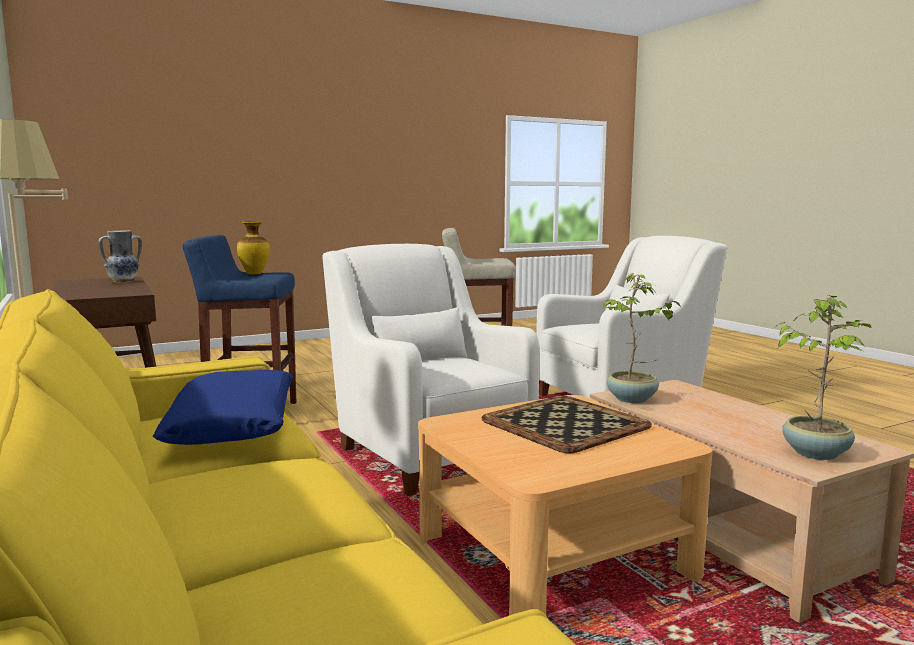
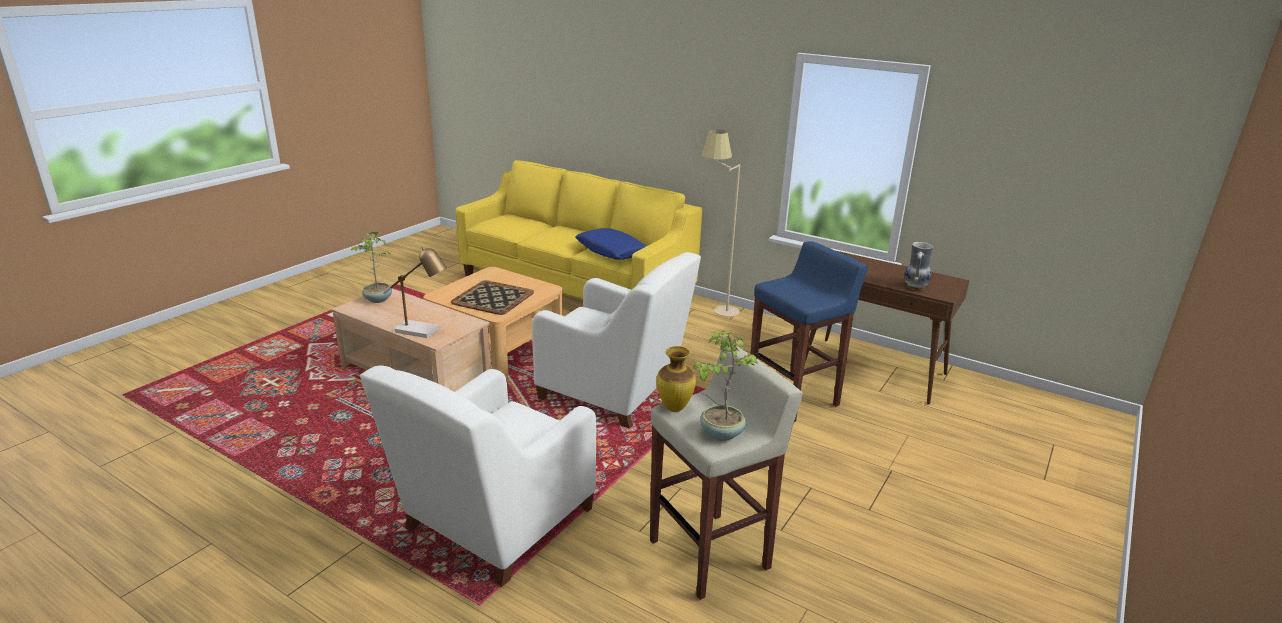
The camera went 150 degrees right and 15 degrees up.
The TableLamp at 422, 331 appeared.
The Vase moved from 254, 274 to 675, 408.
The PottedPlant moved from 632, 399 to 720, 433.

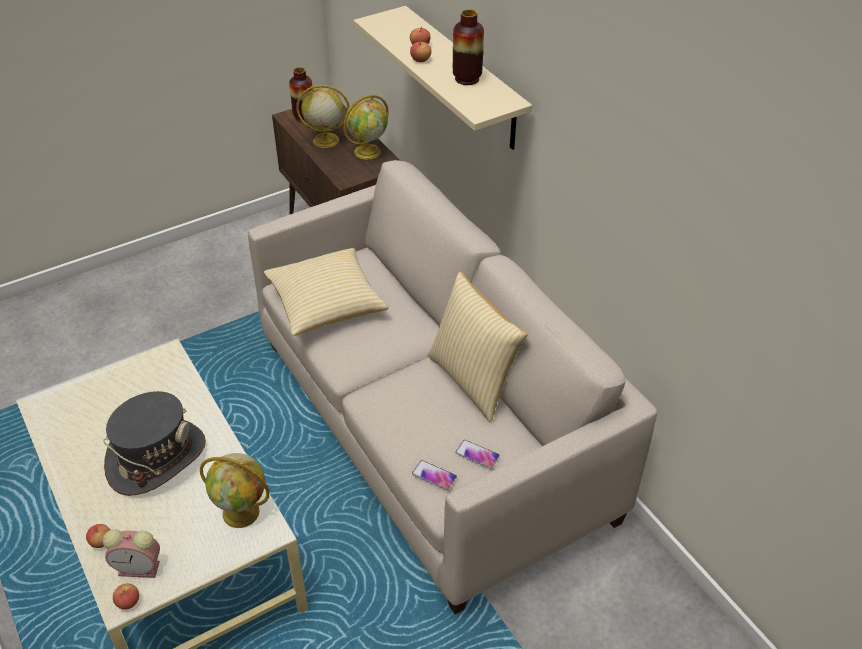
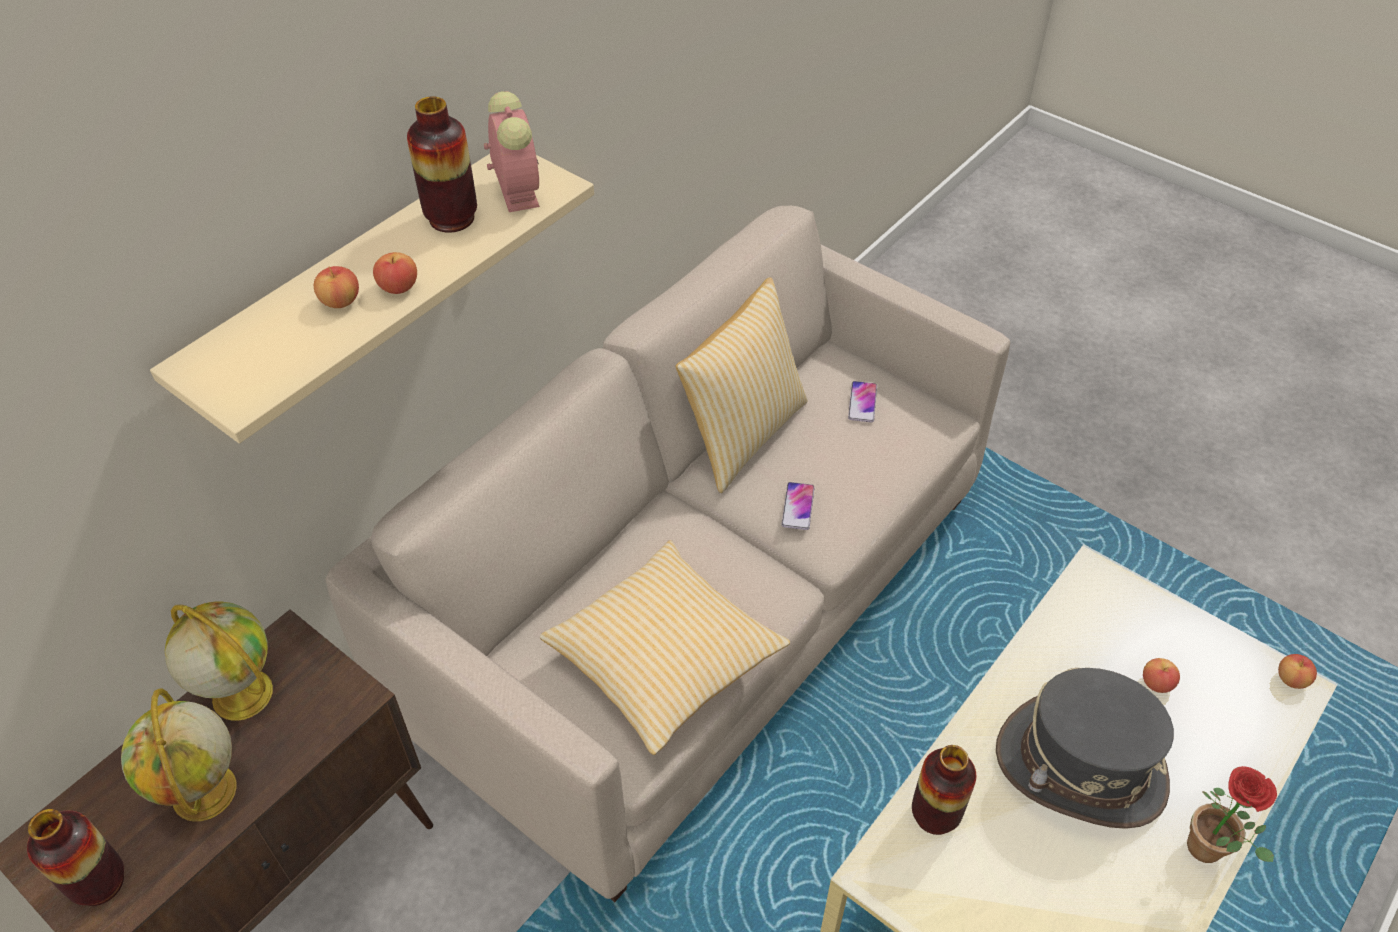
The camera went 110 degrees left and 5 degrees up.
The AlarmClock moved from 140, 568 to 516, 190.
The Phone moved from 434, 475 to 798, 506.
The Vase at 935, 815 appeared.
The Apple moved from 101, 542 to 1156, 683.
The PottedPlant at 1211, 853 appeared.
The Globe at 242, 512 disappeared.

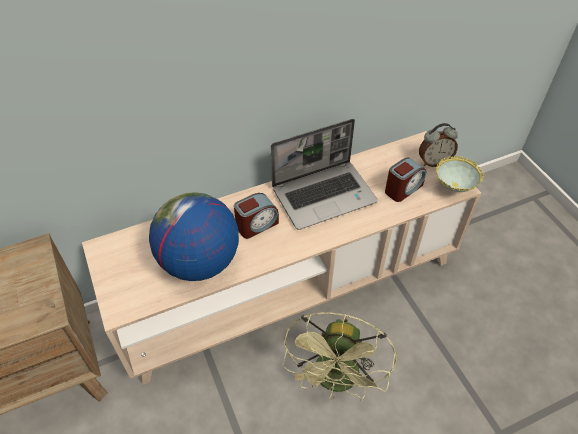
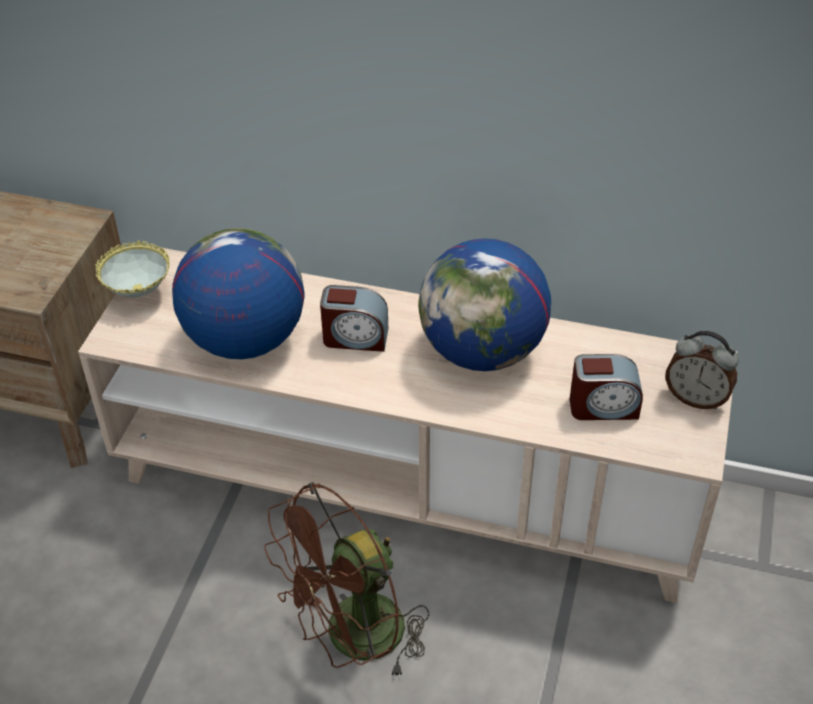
The camera went 40 degrees right and 5 degrees down.
The Bowl moved from 453, 189 to 139, 294.
The GreenFan at 336, 381 became the BrownFan at 353, 640.
The Laptop at 324, 194 was replaced by the Globe at 482, 351.

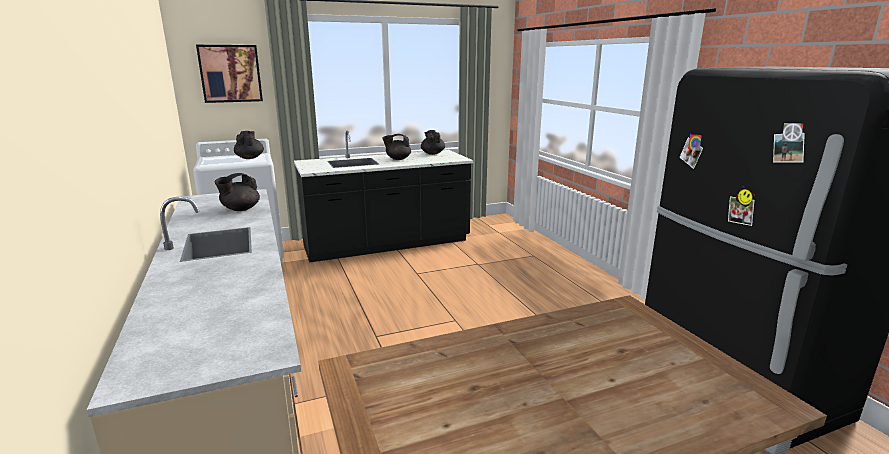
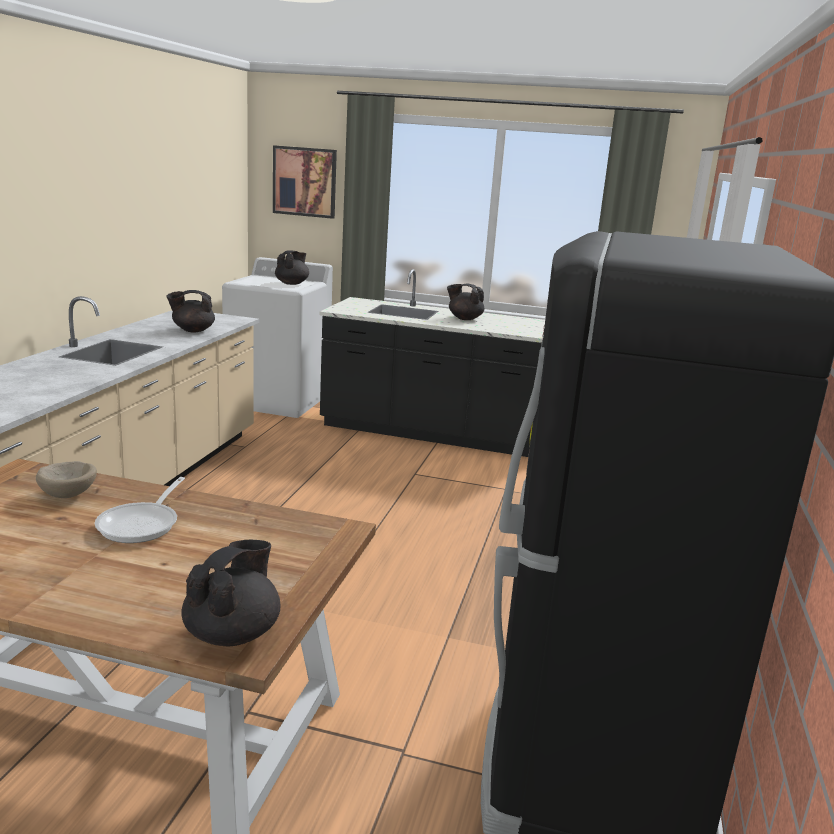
The camera went 35 degrees right and 0 degrees up.
The BeigeBowl at 69, 494 appeared.
The FryingPan at 142, 524 appeared.
The BlackTeapot moved from 432, 153 to 233, 633.

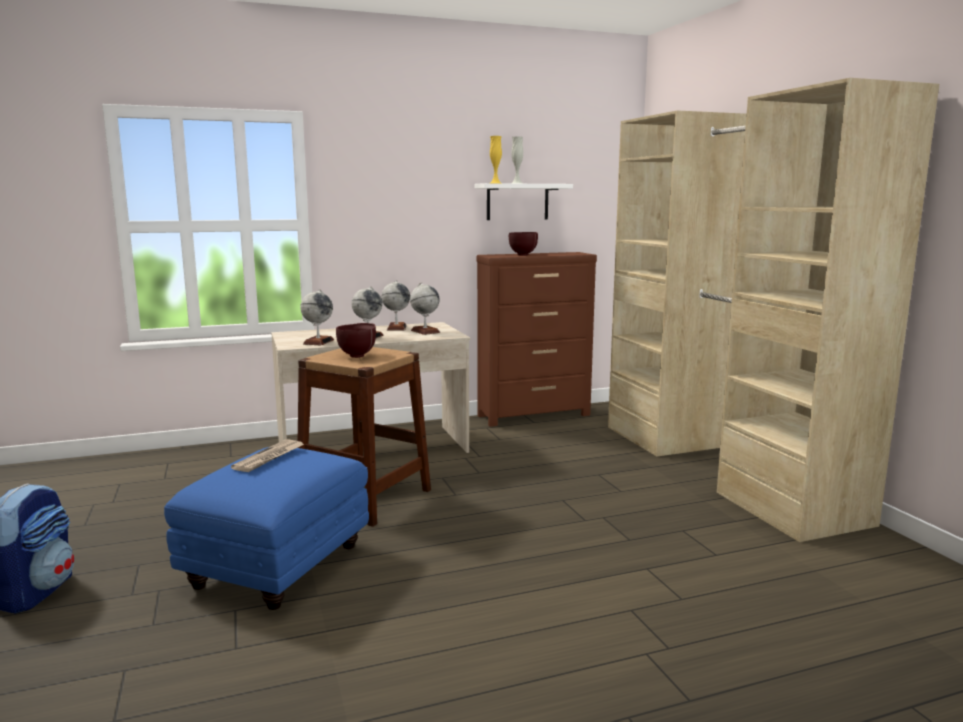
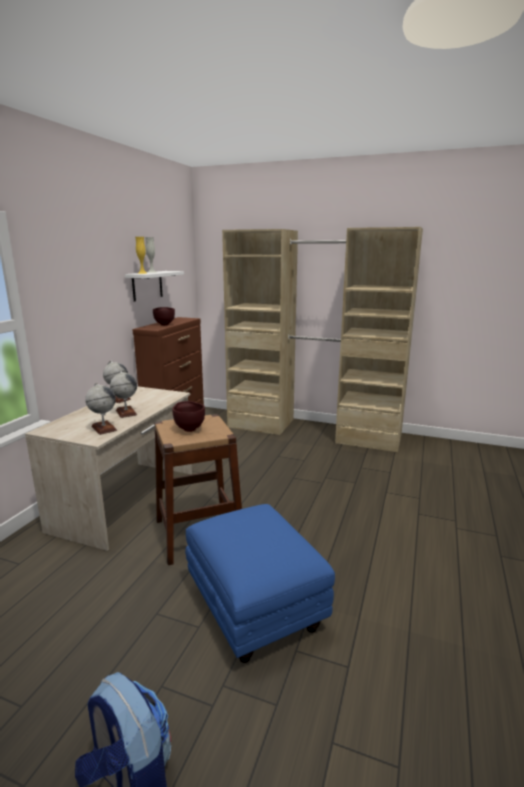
The camera went 50 degrees left and 5 degrees up.
The Newspaper at 269, 458 disappeared.
The Globe at 425, 331 disappeared.

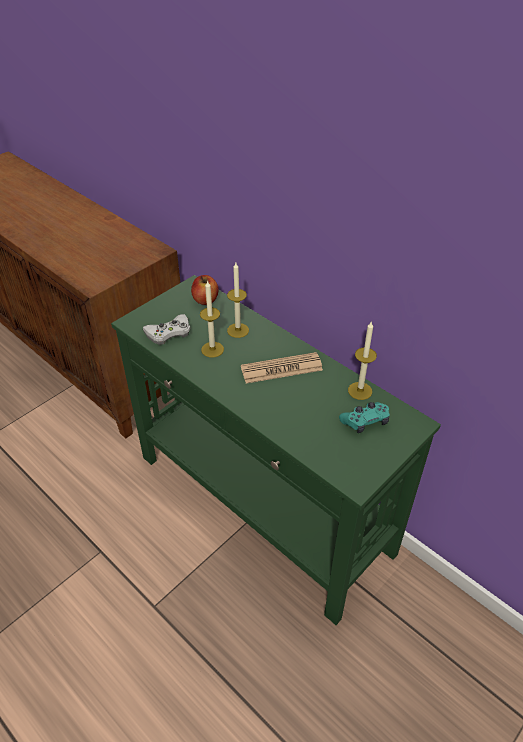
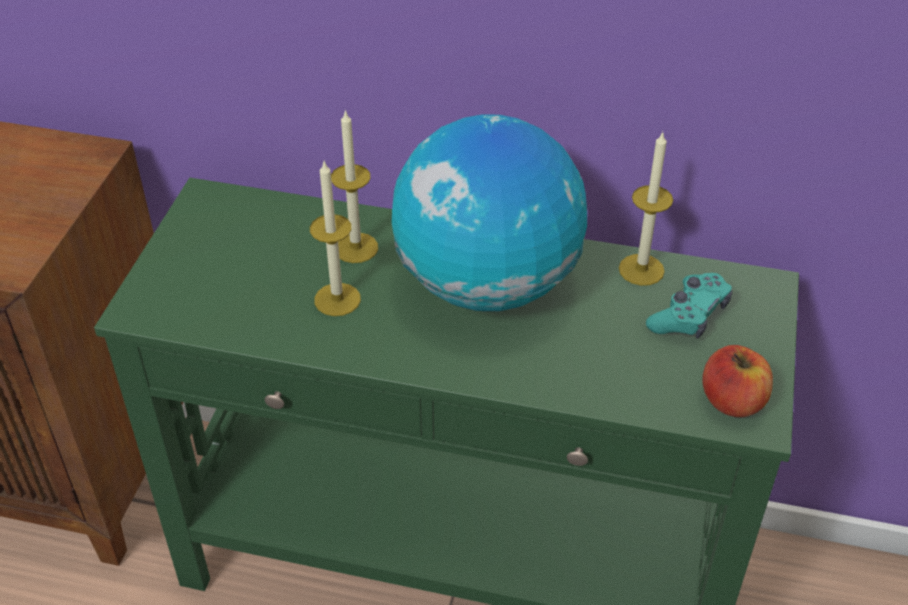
The camera went 30 degrees left and 0 degrees up.
The Newspaper at 281, 369 was replaced by the Globe at 486, 284.
The Apple moved from 205, 300 to 732, 401.
The WhiteGameController at 169, 333 disappeared.

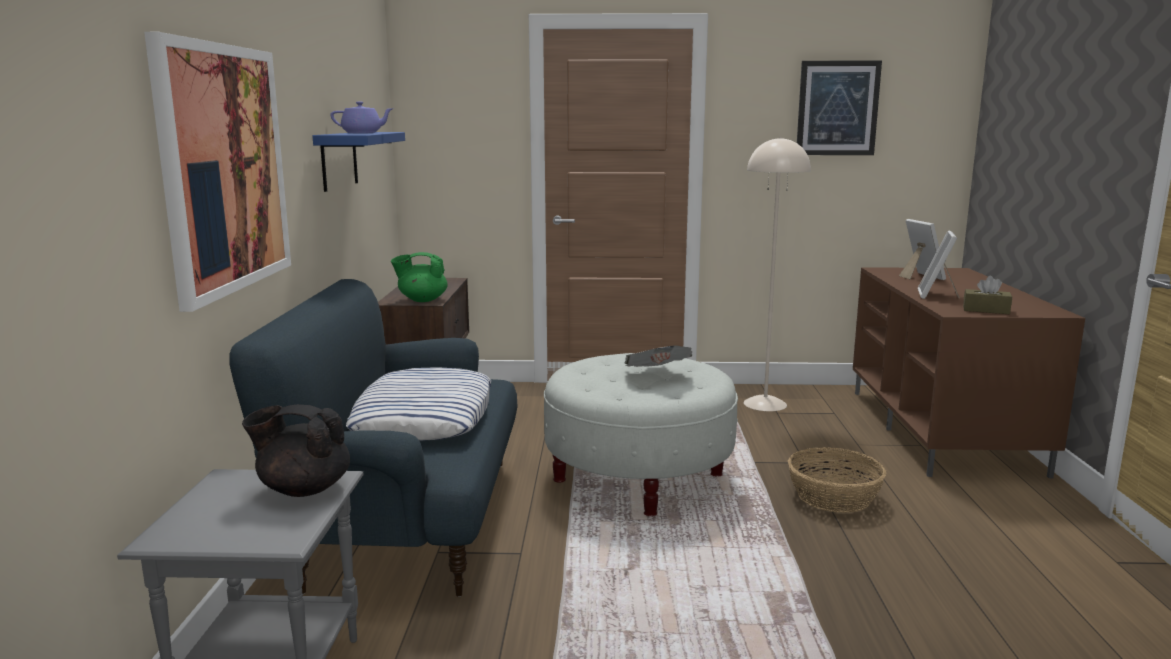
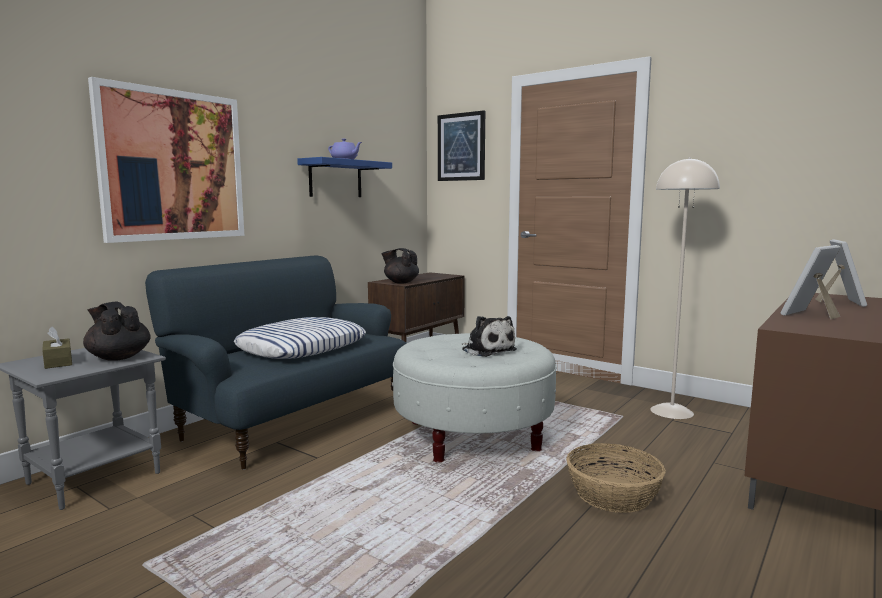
The camera went 35 degrees right and 5 degrees down.
The BrownTissueBox moved from 986, 310 to 58, 362.
The GreenTeapot at 422, 300 became the BlackTeapot at 400, 282.
The Picture moved from 837, 108 to 461, 147.
The Newspaper at 657, 376 was replaced by the PlushToy at 487, 350.

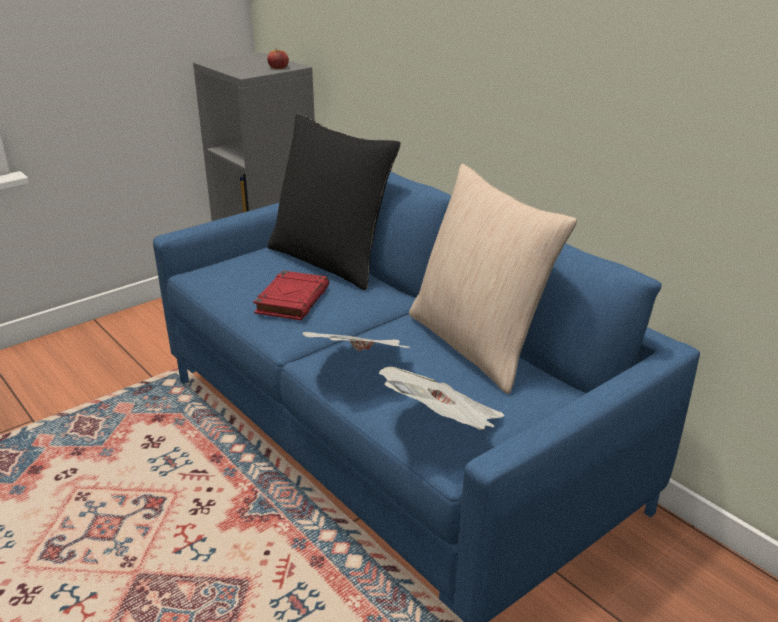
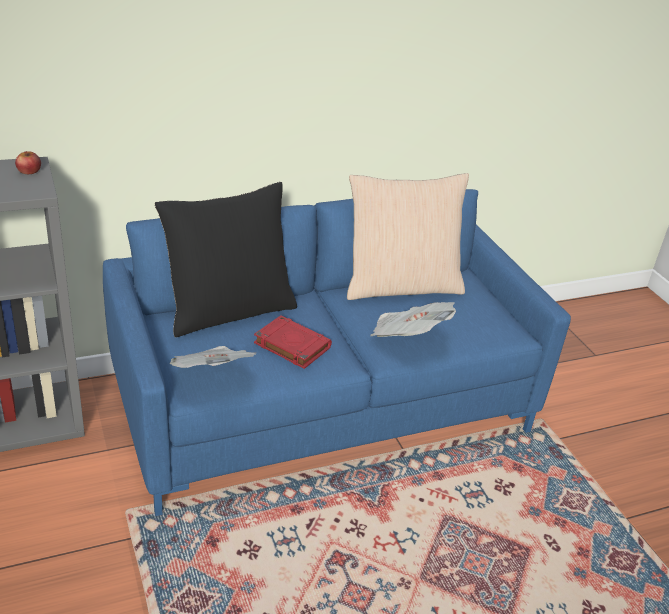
The camera went 75 degrees left and 5 degrees up.
The Newspaper moved from 443, 425 to 212, 375.

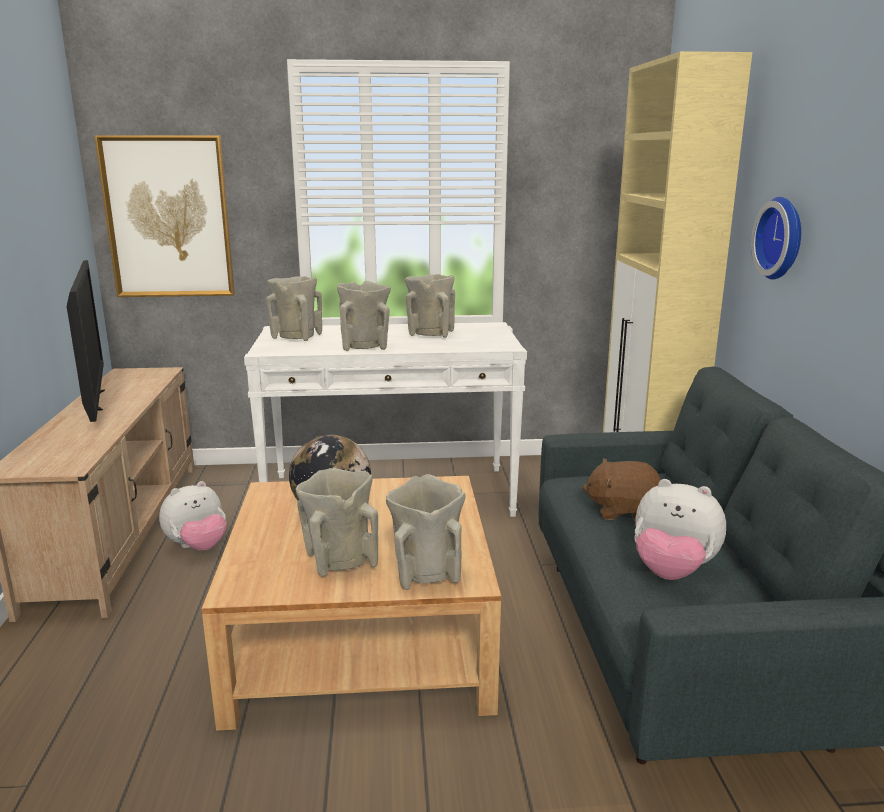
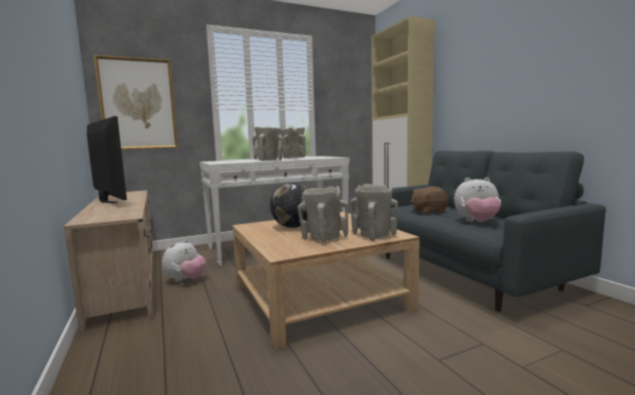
The camera went 20 degrees left and 10 degrees down.
The BeigeVase at 296, 337 disappeared.
The WallClock at 783, 238 disappeared.

